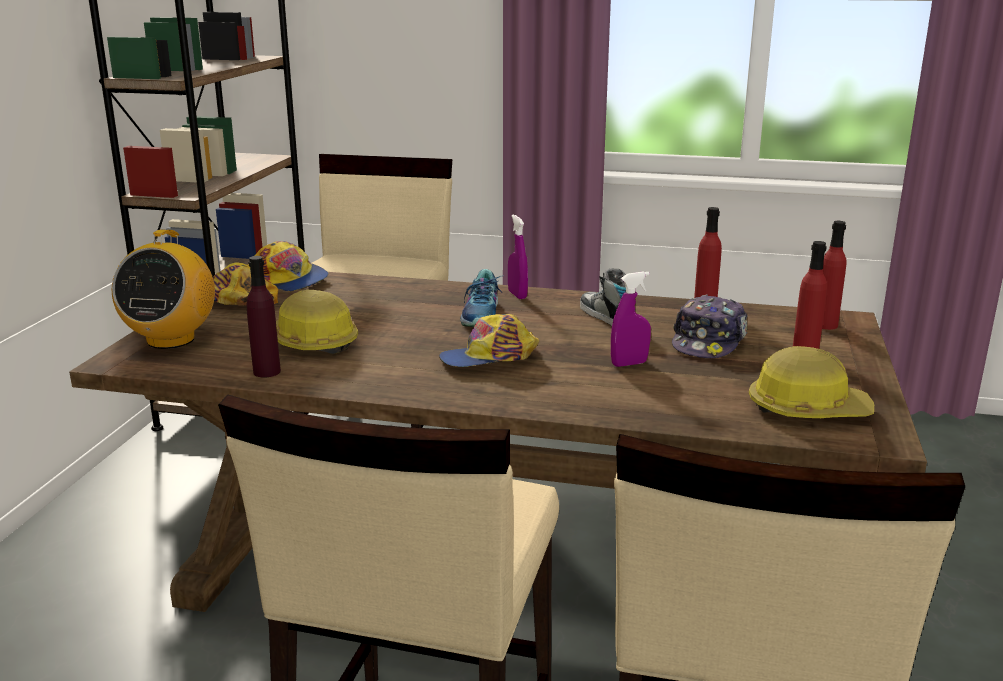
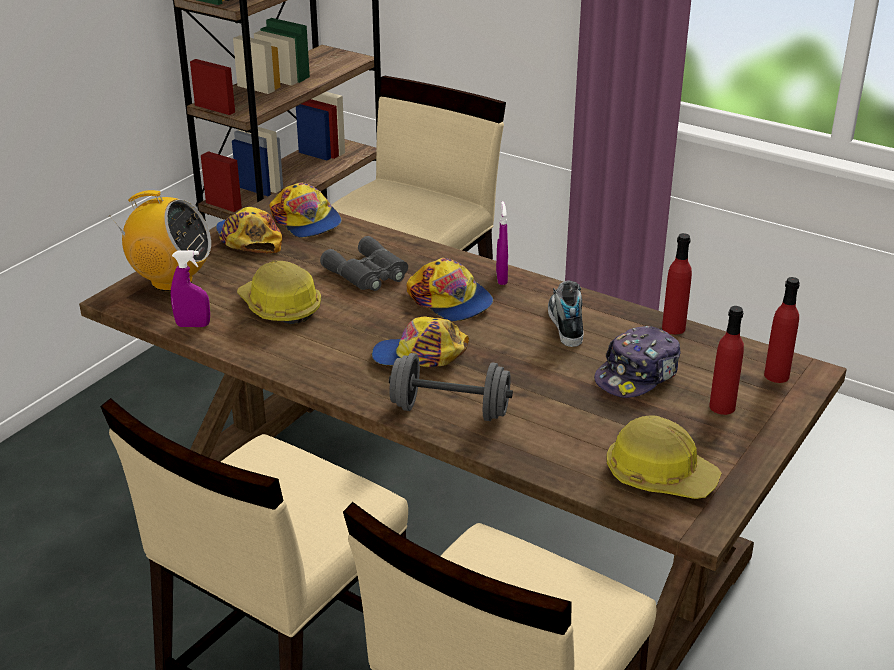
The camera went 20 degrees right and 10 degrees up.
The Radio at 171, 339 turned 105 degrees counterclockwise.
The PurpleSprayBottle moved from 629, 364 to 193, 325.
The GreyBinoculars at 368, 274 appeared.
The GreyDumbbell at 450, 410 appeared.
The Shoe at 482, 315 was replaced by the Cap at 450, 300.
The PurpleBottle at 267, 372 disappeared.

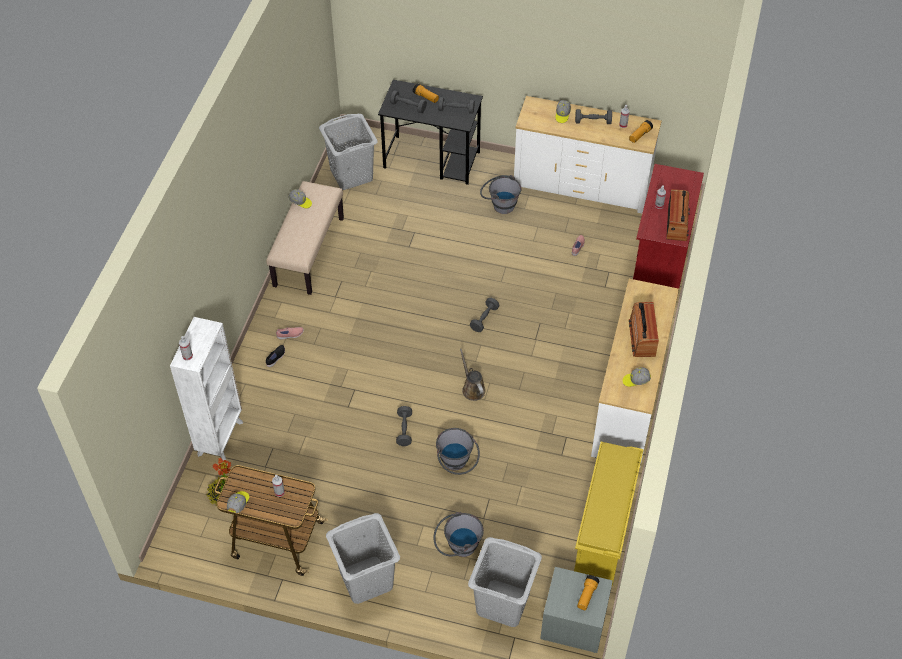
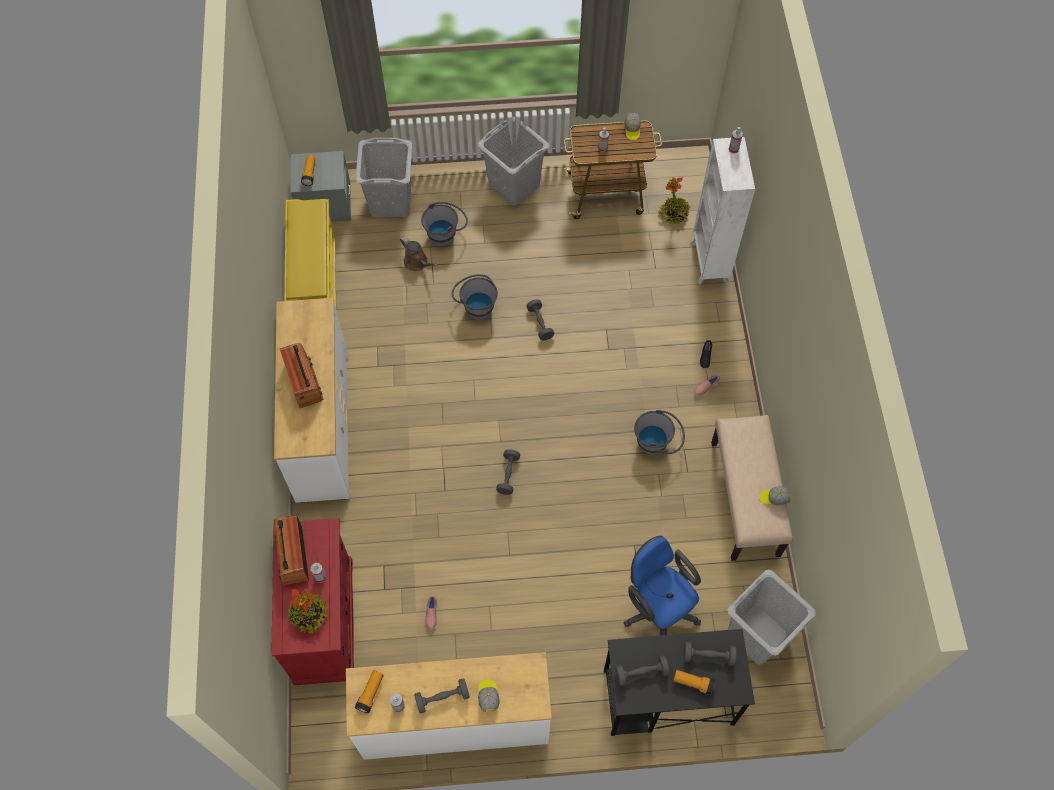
The camera went 160 degrees right and 10 degrees up.
The PottedPlant at 308, 614 appeared.
The BrownWateringCan moved from 472, 388 to 417, 262.
The BlueOfficeChair at 657, 609 appeared.
The GreyBucket moved from 499, 204 to 657, 444.
The Cap at 636, 380 disappeared.

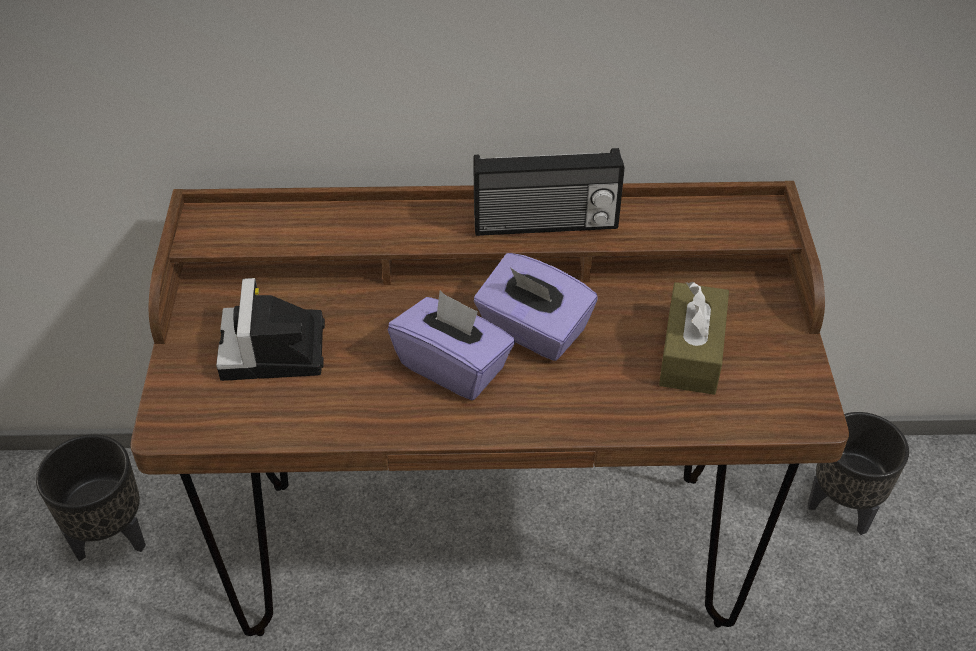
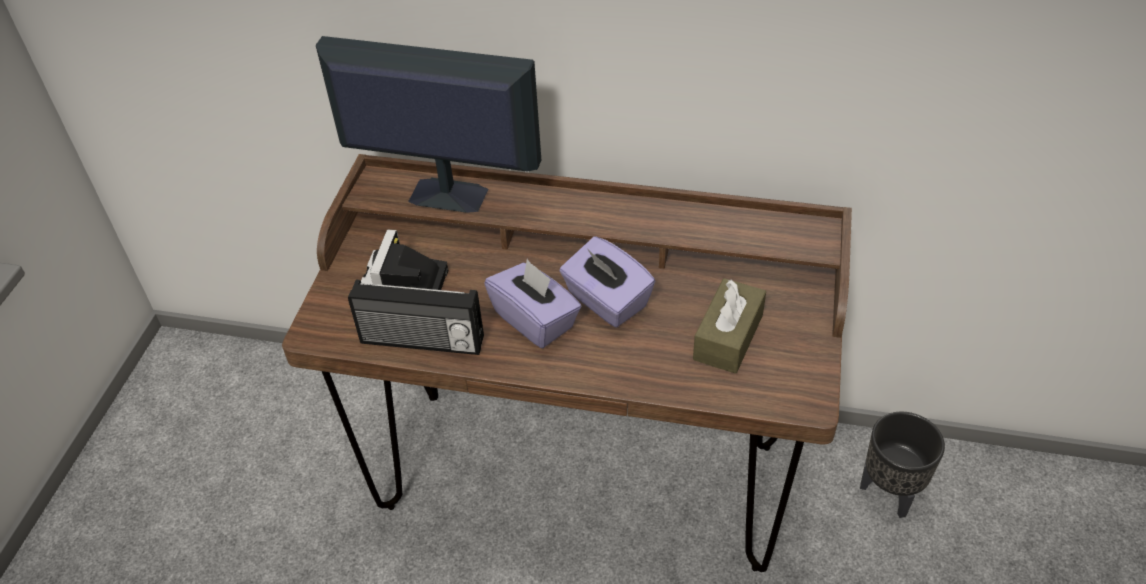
The camera went 15 degrees right and 0 degrees up.
The Monitor at 446, 195 appeared.
The Radio moved from 545, 225 to 421, 342.
The BlackPlanter at 111, 537 disappeared.

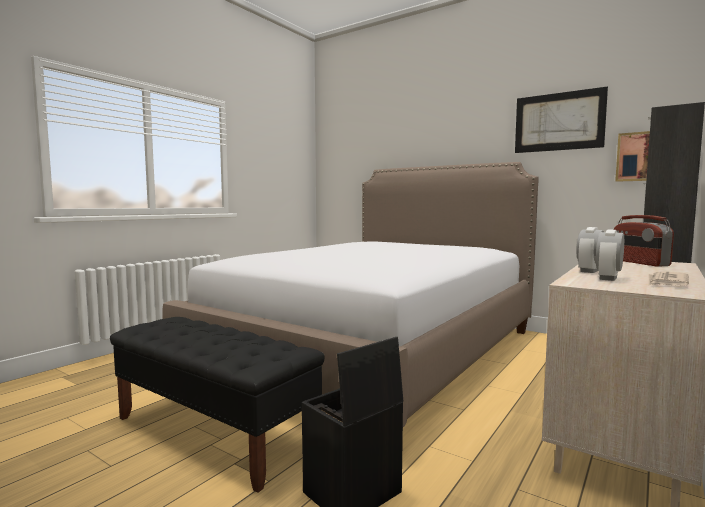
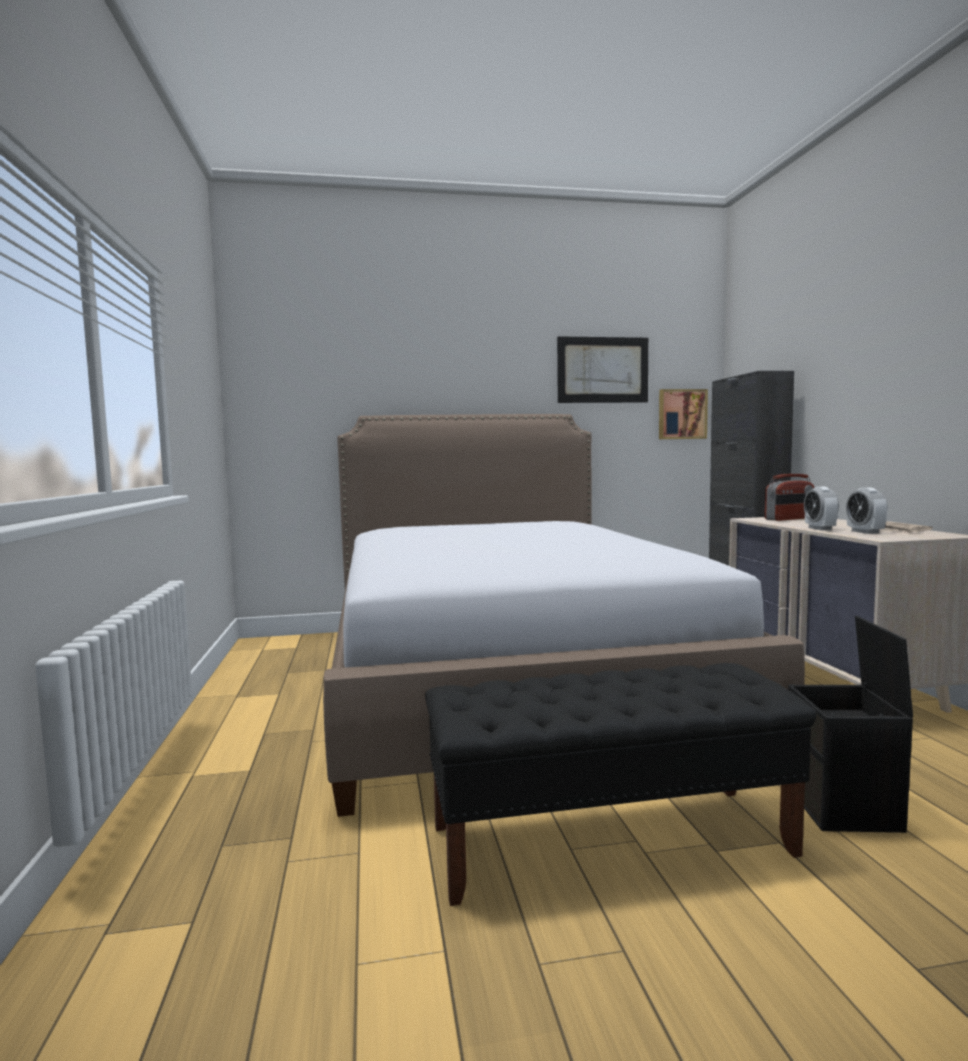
The camera went 45 degrees left and 0 degrees up.
The Radio at 639, 263 turned 60 degrees counterclockwise.

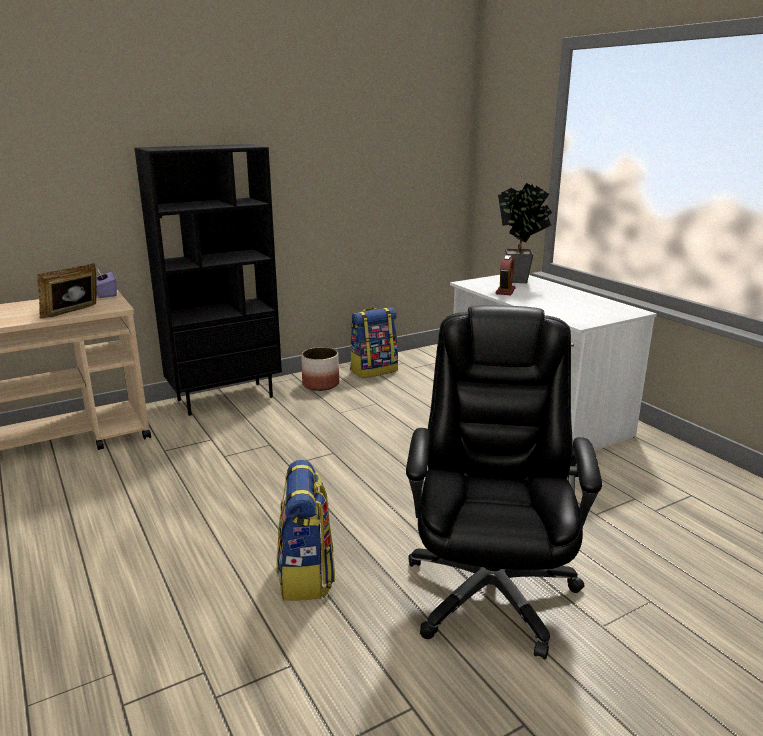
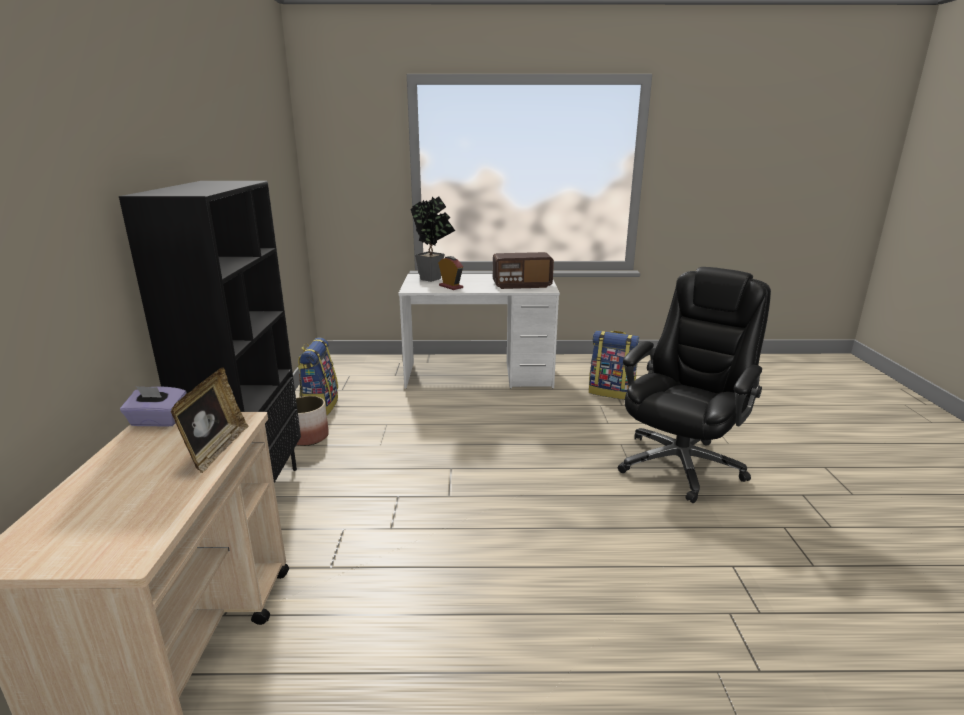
The camera went 60 degrees left and 0 degrees up.
The PictureFrame at 73, 313 turned 150 degrees counterclockwise.
The Radio at 522, 285 appeared.
The Backpack moved from 306, 575 to 612, 392.
The BlackOfficeChair at 490, 589 turned 90 degrees clockwise.

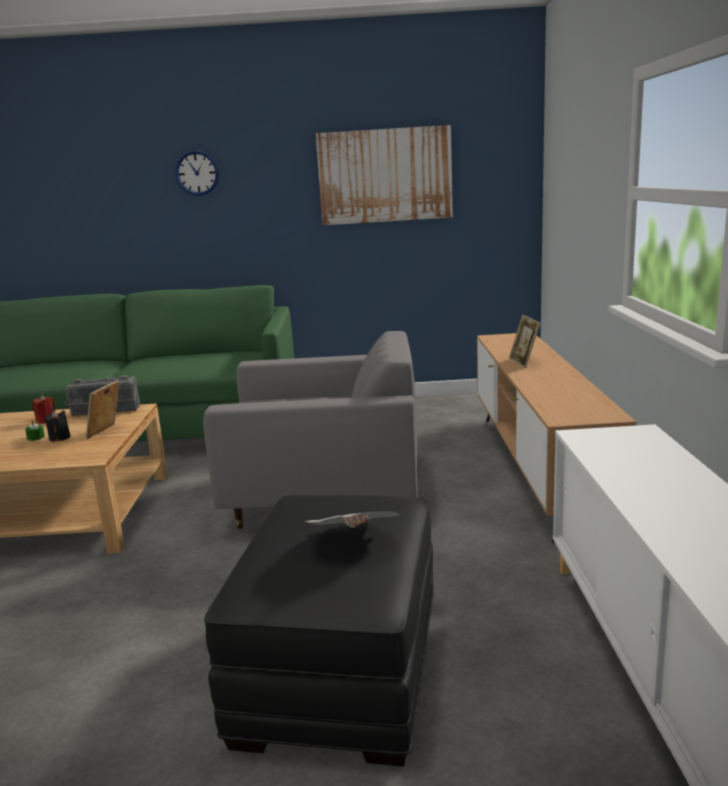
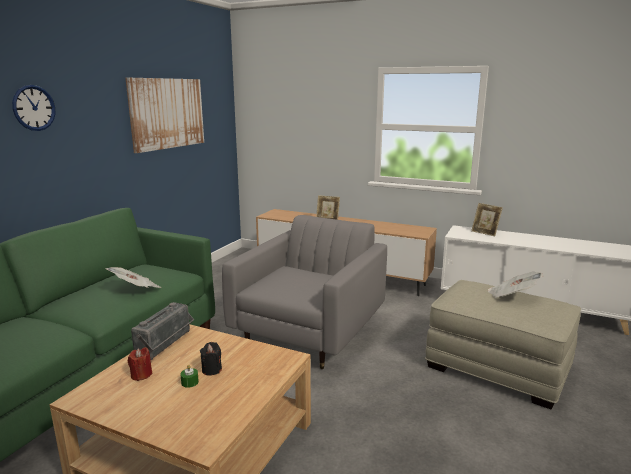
The camera went 65 degrees left and 0 degrees up.
The Newspaper at 135, 289 appeared.
The BlackOttoman at 341, 670 became the BeigeOttoman at 498, 368.
The PictureFrame moved from 106, 432 to 485, 233.

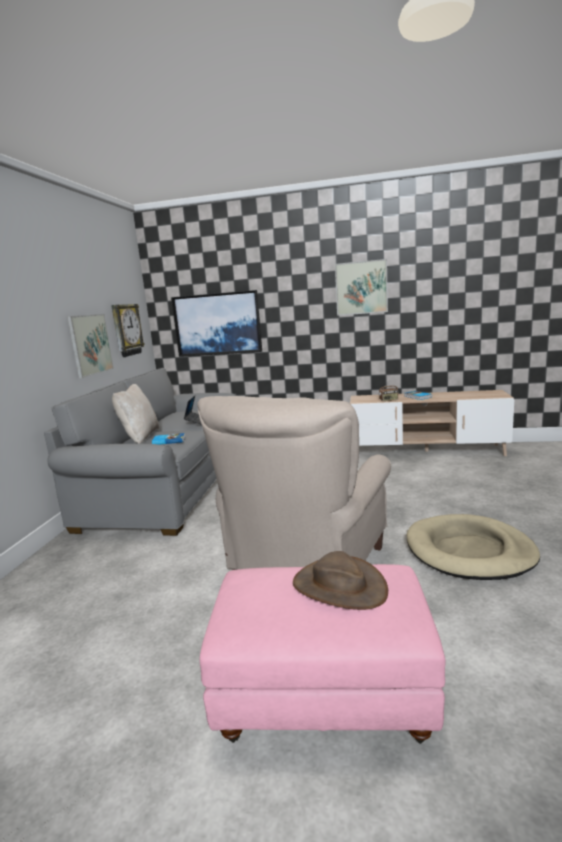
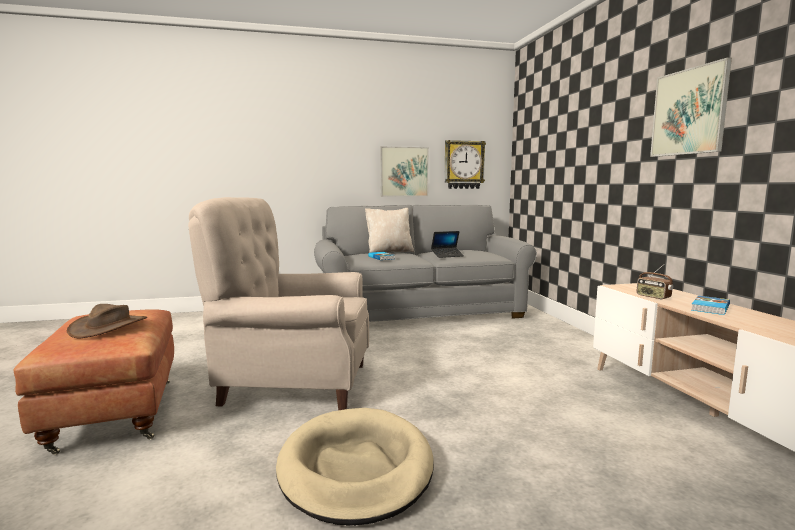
The camera went 65 degrees right and 5 degrees down.
The PinkOttoman at 323, 701 became the BrownOttoman at 114, 414.
The Picture at 217, 324 disappeared.

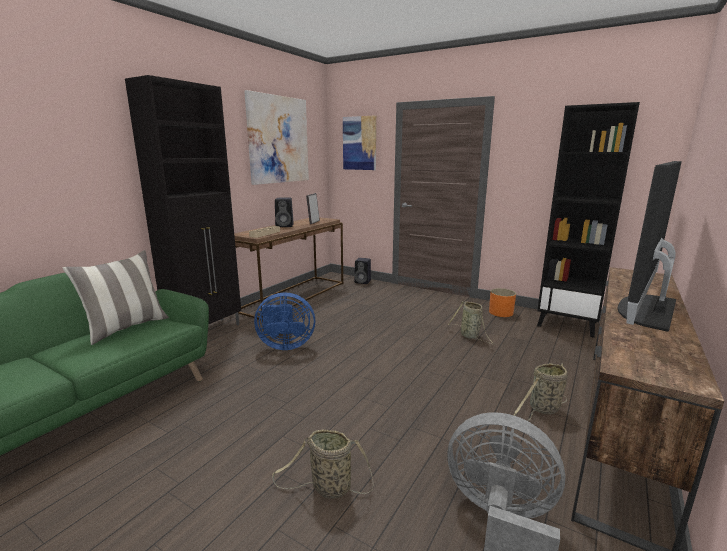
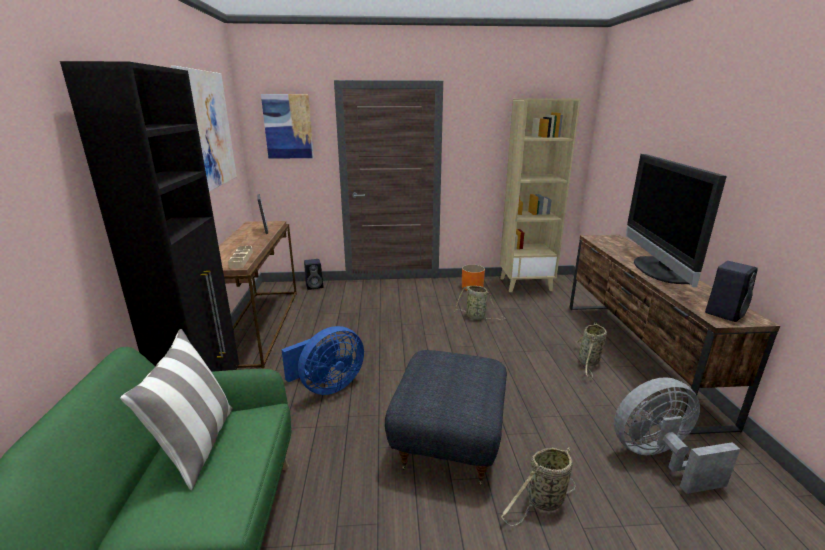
The camera went 35 degrees left and 5 degrees up.
The GreyOttoman at 447, 438 appeared.
The BlackBookcase at 567, 324 became the BeigeBookcase at 525, 284.
The BlackSpeaker moved from 285, 226 to 724, 313.

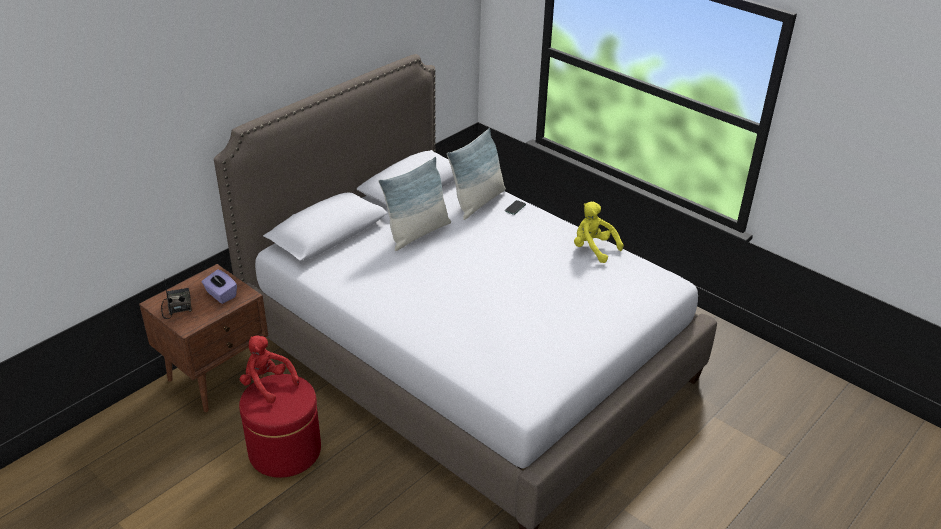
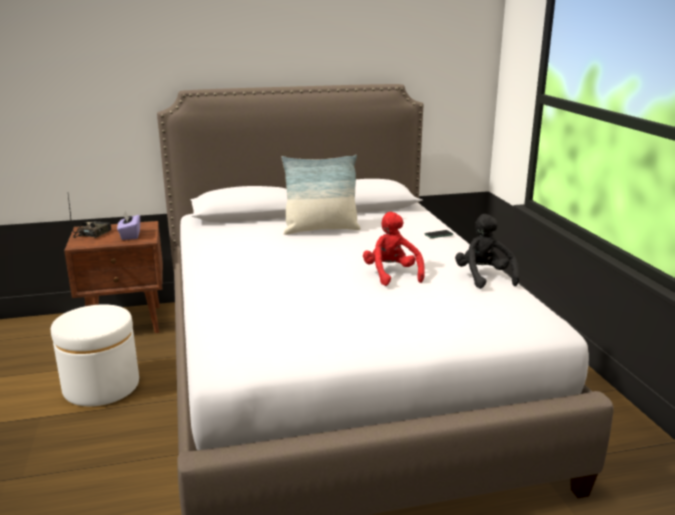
The camera went 35 degrees right and 15 degrees down.
The RedOttoman at 285, 451 became the WhiteOttoman at 101, 386.
The RedPlushToy moved from 267, 384 to 391, 274.
The YellowPlushToy at 593, 249 became the BlackPlushToy at 484, 277.
The Pillow at 478, 202 disappeared.

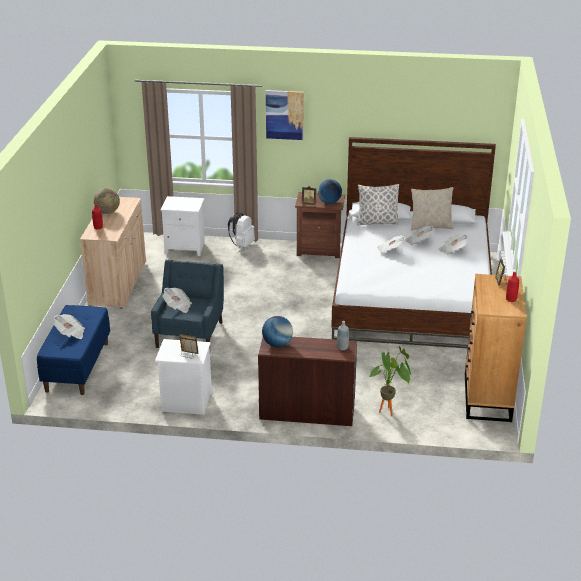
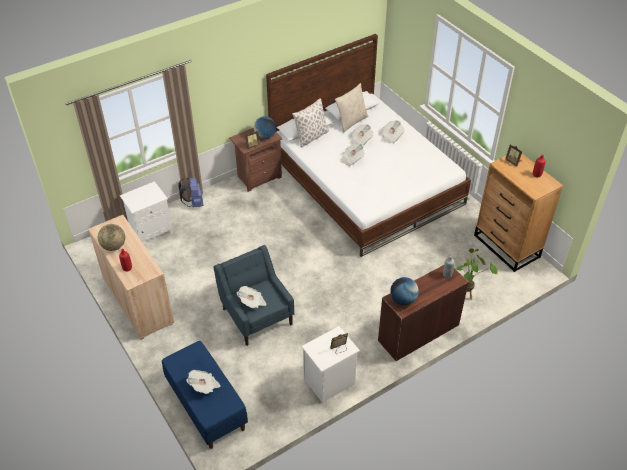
The camera went 40 degrees left and 15 degrees up.
The WhiteBackpack at 242, 244 became the BlueBackpack at 194, 203.
The Picture at 284, 115 disappeared.

